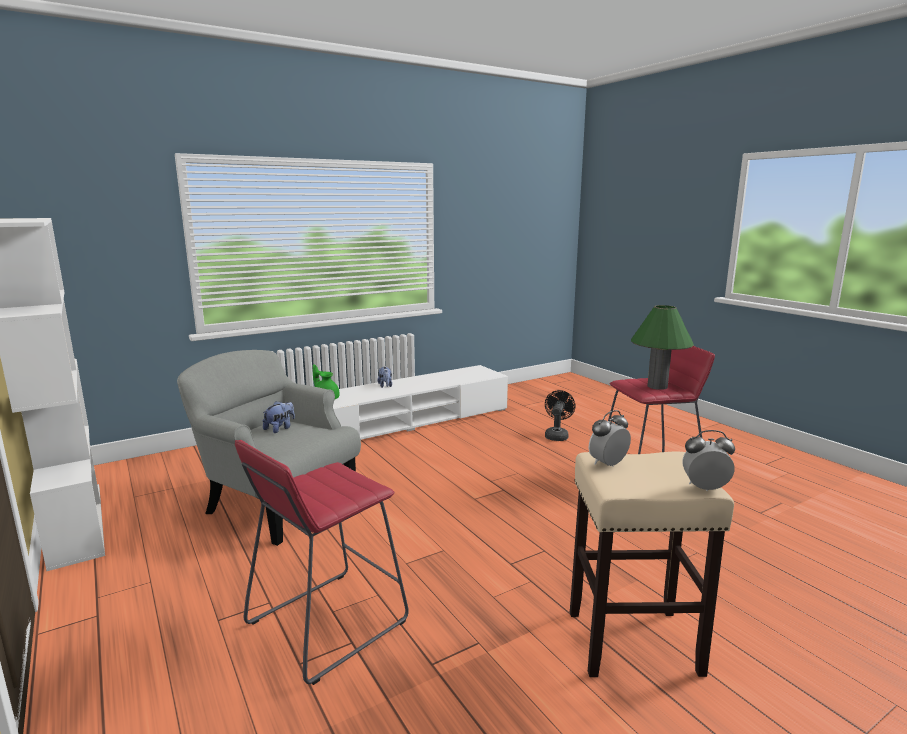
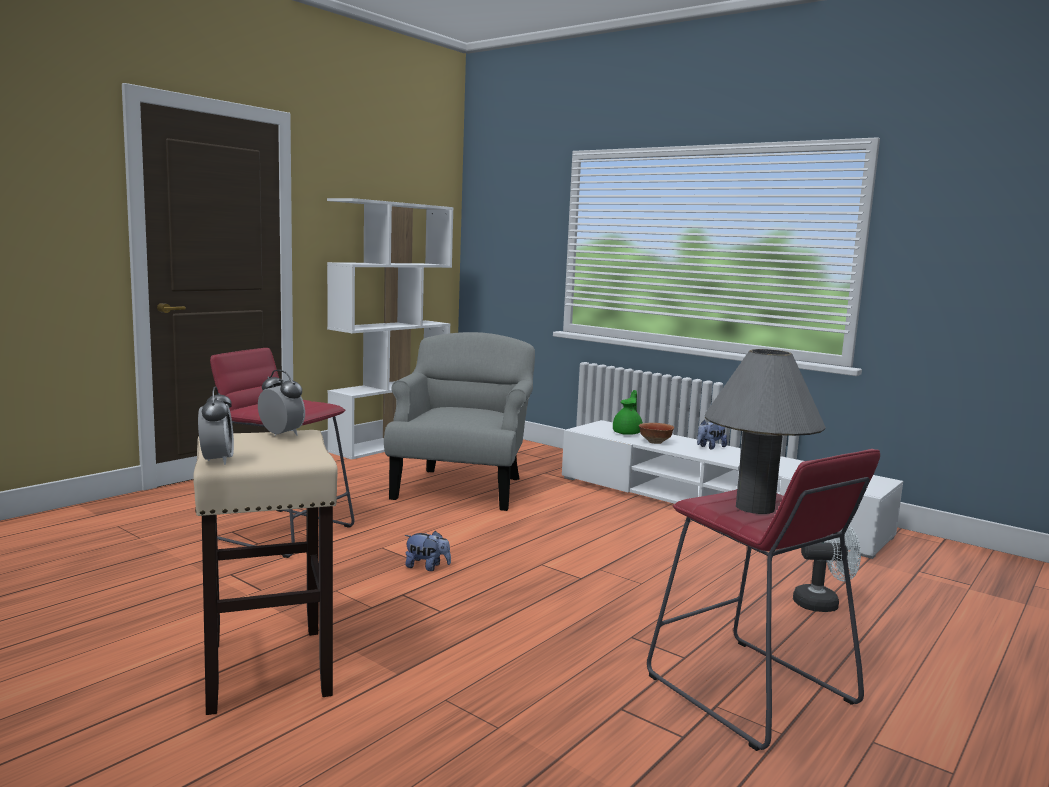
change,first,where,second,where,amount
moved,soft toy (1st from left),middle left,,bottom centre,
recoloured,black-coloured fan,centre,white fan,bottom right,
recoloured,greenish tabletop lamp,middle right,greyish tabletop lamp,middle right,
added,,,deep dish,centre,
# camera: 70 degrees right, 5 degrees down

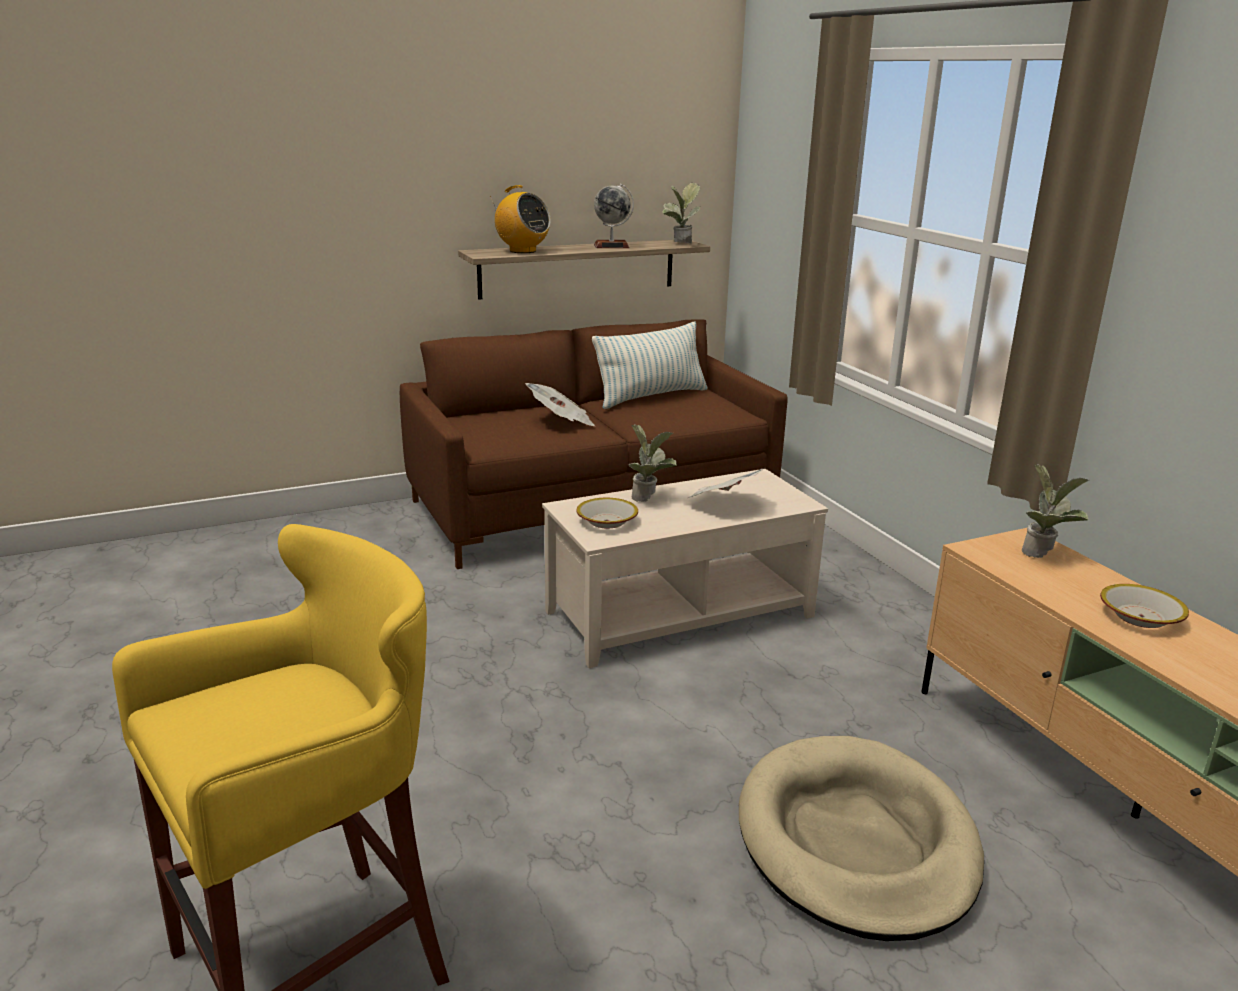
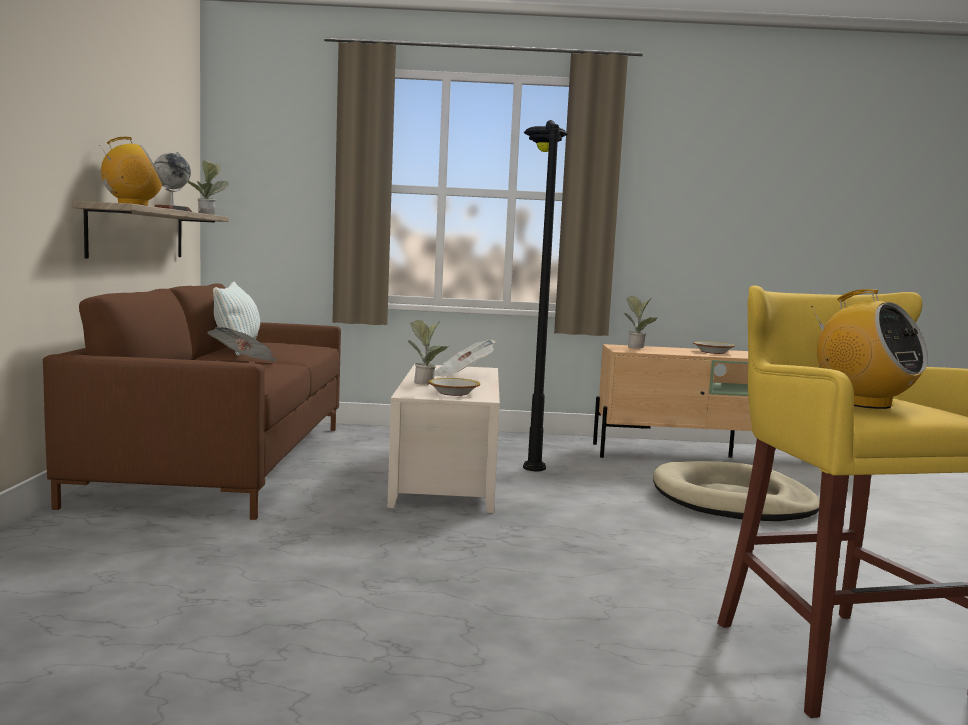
change,first,where,second,where,amount
added,,,black-coloured floor lamp,centre,
added,,,radio set (2nd from left),middle right,
# camera: 65 degrees left, 15 degrees down

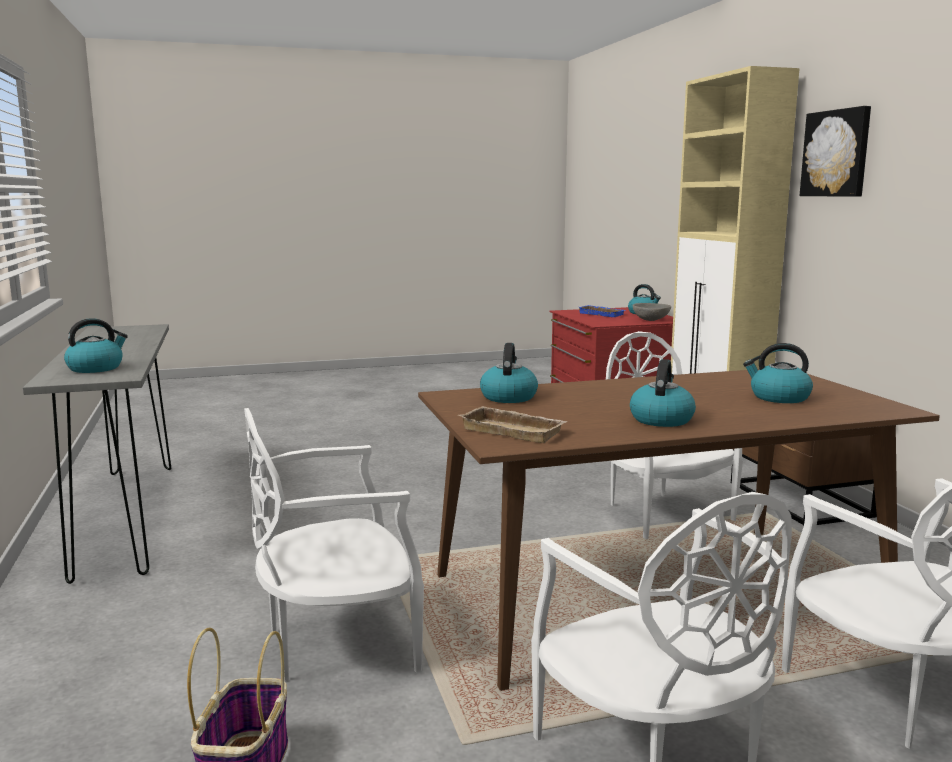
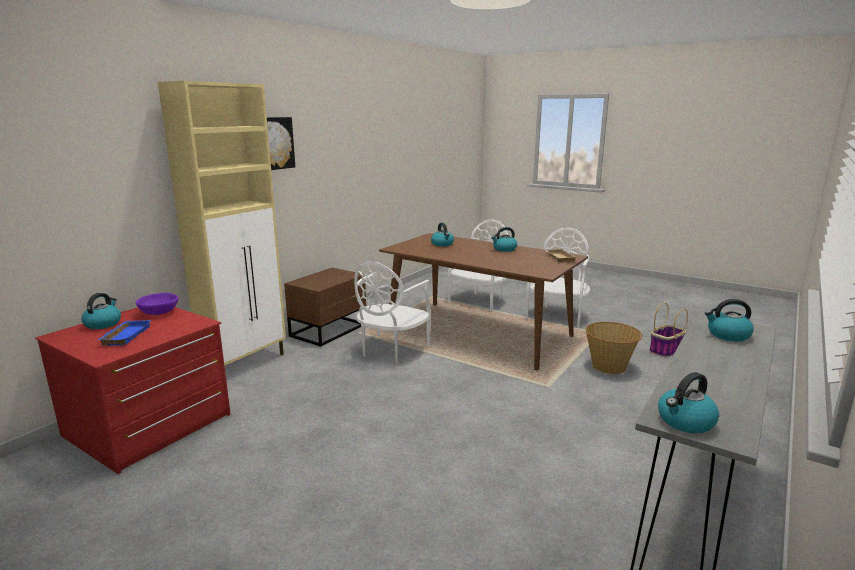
change,first,where,second,where,amount
replaced,white plain chair (1st from left),bottom centre,basket (1st from left),middle right,
moved,tea kettle (2nd from left in the first image),centre,tea kettle (4th from left),bottom right,
recoloured,greyish deep dish,middle right,purple-coloured deep dish,middle left,
# camera: 130 degrees left, 5 degrees up

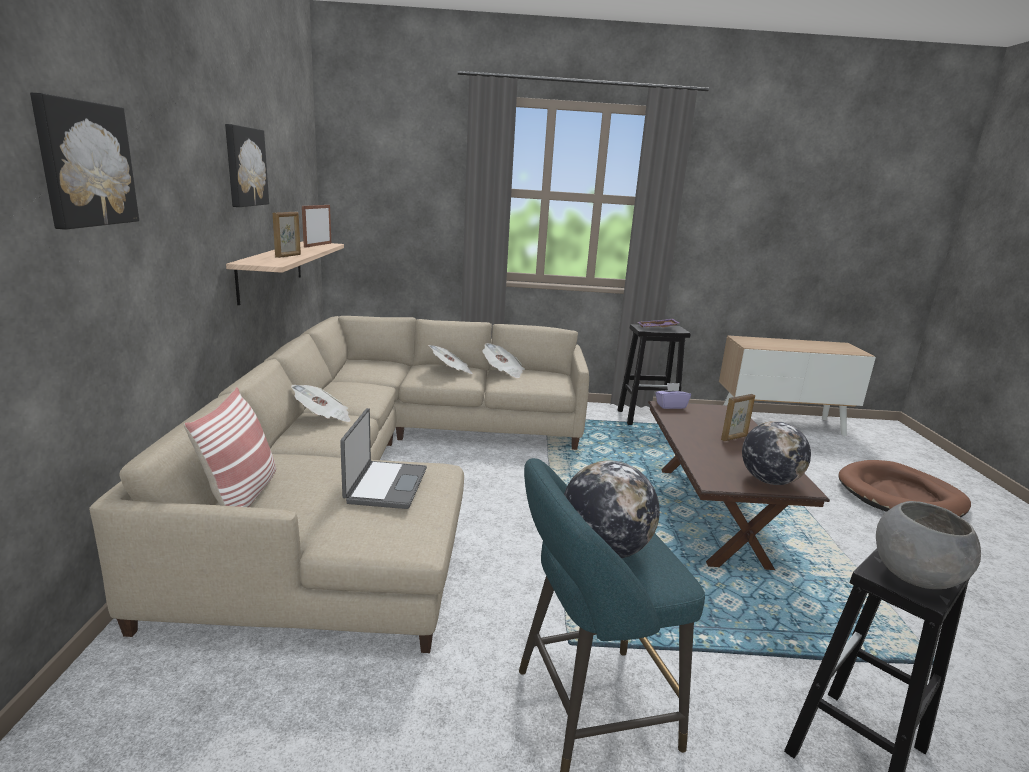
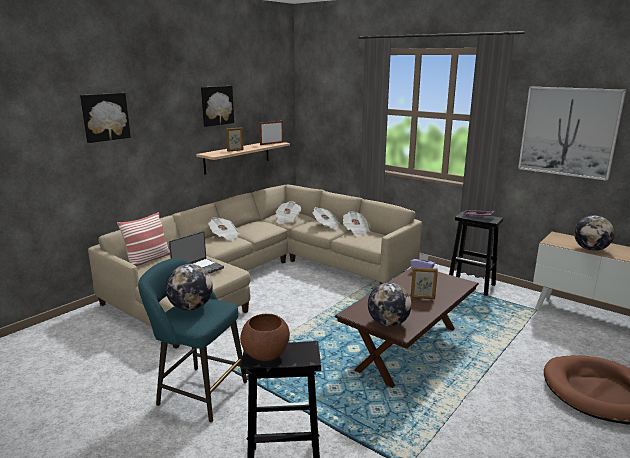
change,first,where,second,where,amount
recoloured,greyish deep dish,bottom right,brownish deep dish,bottom centre,
added,,,printed paper (2nd from left),centre,
added,,,picture (3rd from left),top right,
added,,,globe (3rd from left),middle right,
# camera: 40 degrees right, 0 degrees up

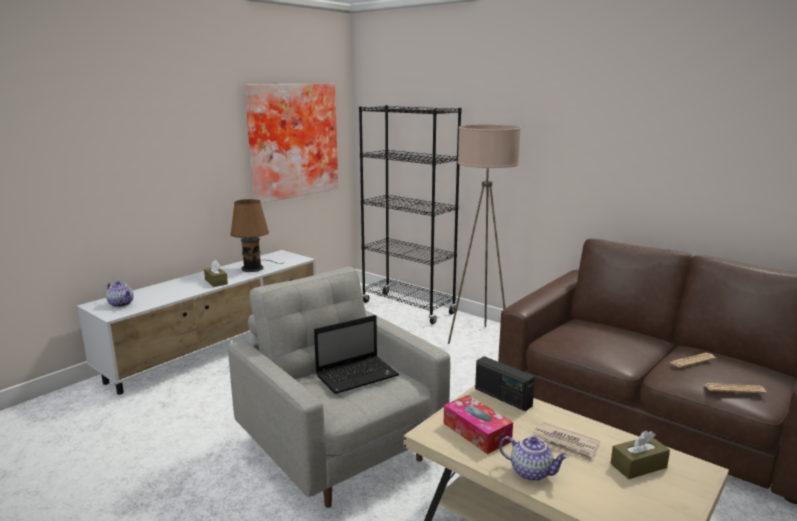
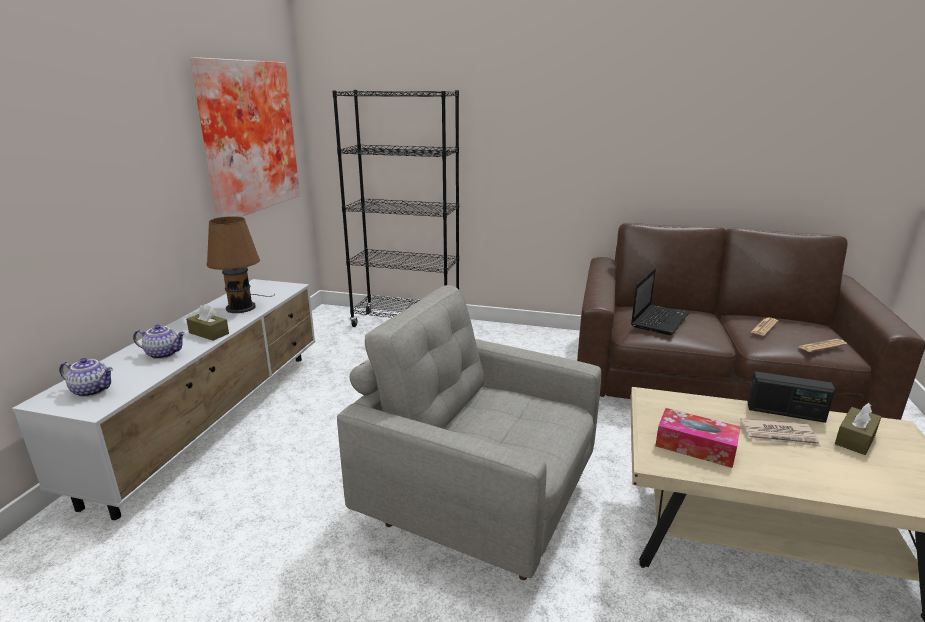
change,first,where,second,where,amount
moved,notebook computer,bottom centre,,middle right,
removed,beige-coloured floor lamp,centre,,,
moved,radio set,bottom centre,,middle right,
moved,pot for tea (2nd from left),bottom right,,middle left,
# camera: 25 degrees left, 5 degrees up

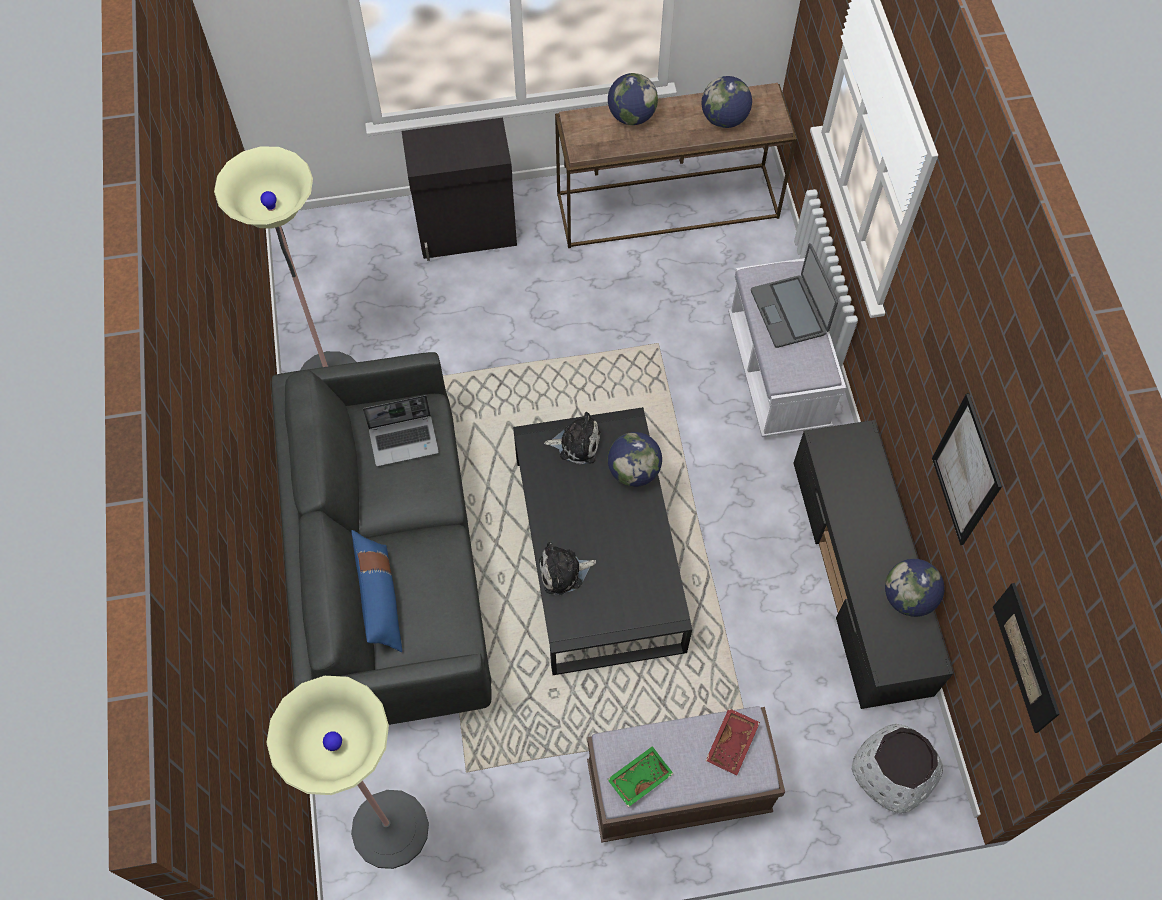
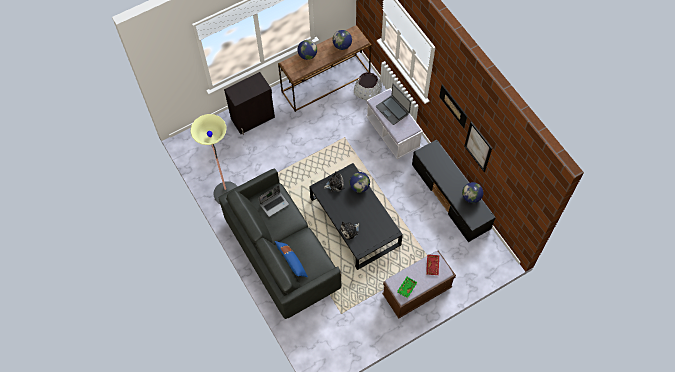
change,first,where,second,where,amount
removed,floor lamp (2nd from left),bottom left,,,
moved,white plant pot,bottom right,,top centre,
moved,picture (2nd from left in the first image),bottom right,picture (1st from left),top right,
# camera: 20 degrees left, 0 degrees up

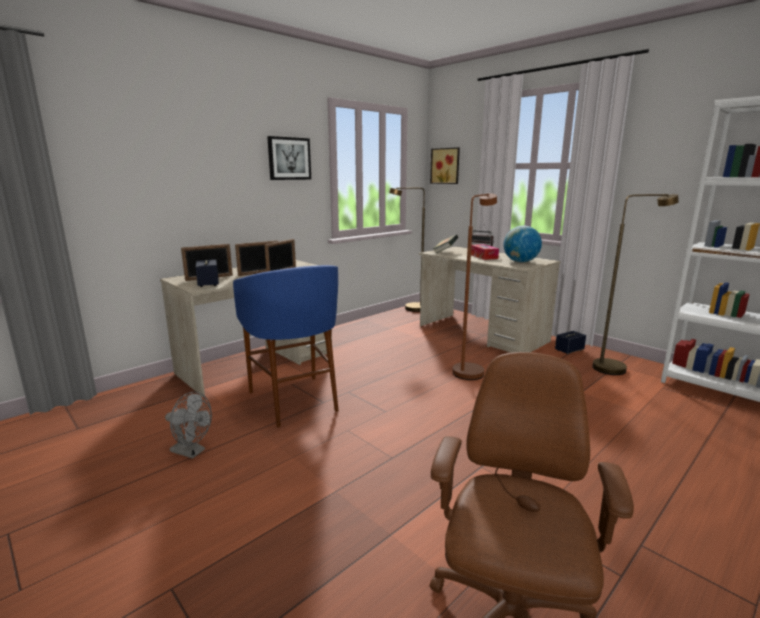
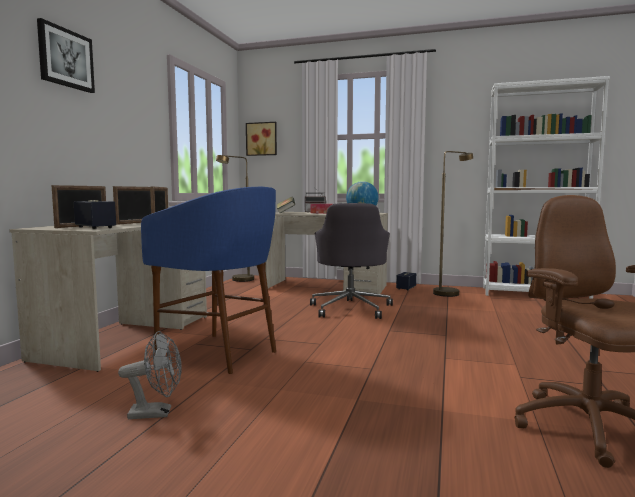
change,first,where,second,where,amount
moved,picture (1st from left),top centre,,top left,
replaced,brownish floor lamp (2nd from left),centre,greyish desk chair,centre,
# camera: 30 degrees left, 10 degrees down

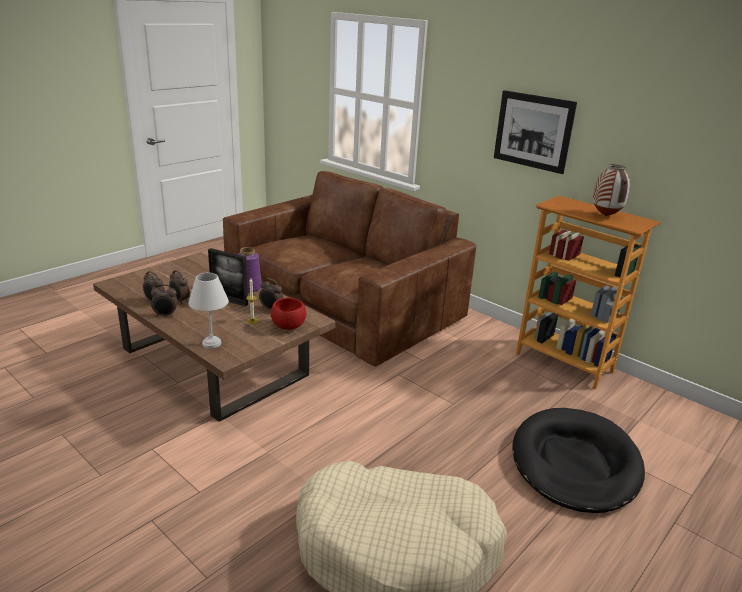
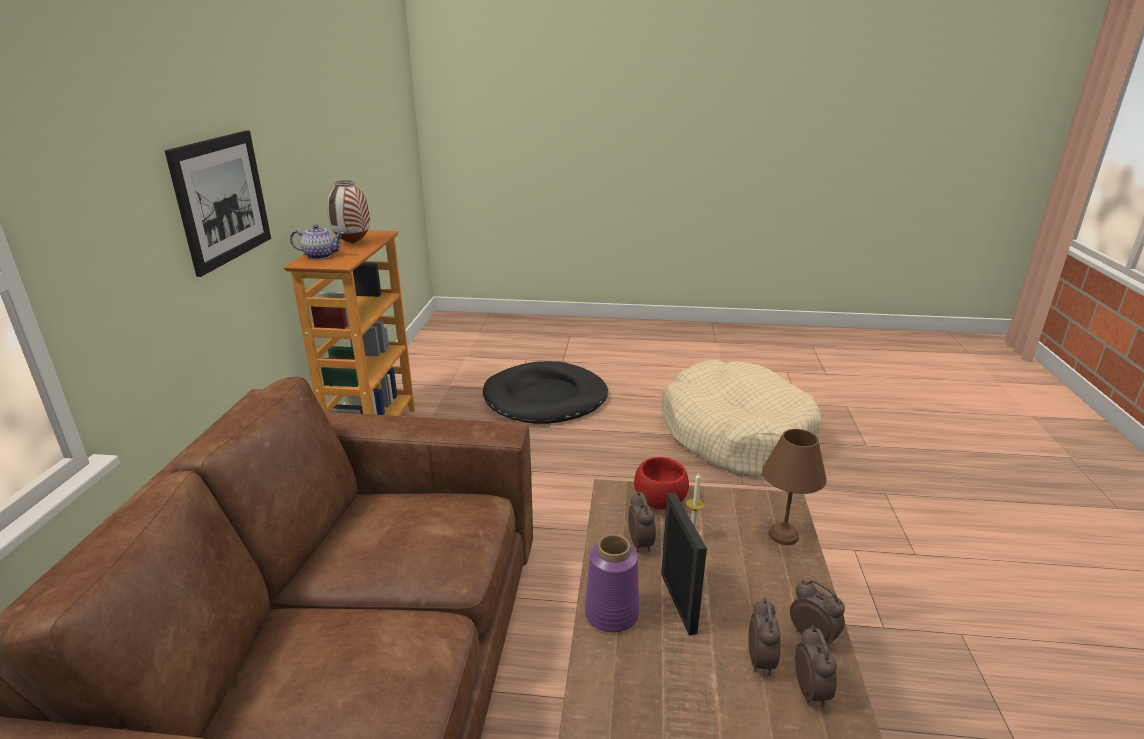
change,first,where,second,where,amount
recoloured,white tabletop lamp,middle left,brownish tabletop lamp,middle right,
added,,,pot for tea,top left,
# camera: 125 degrees left, 0 degrees up

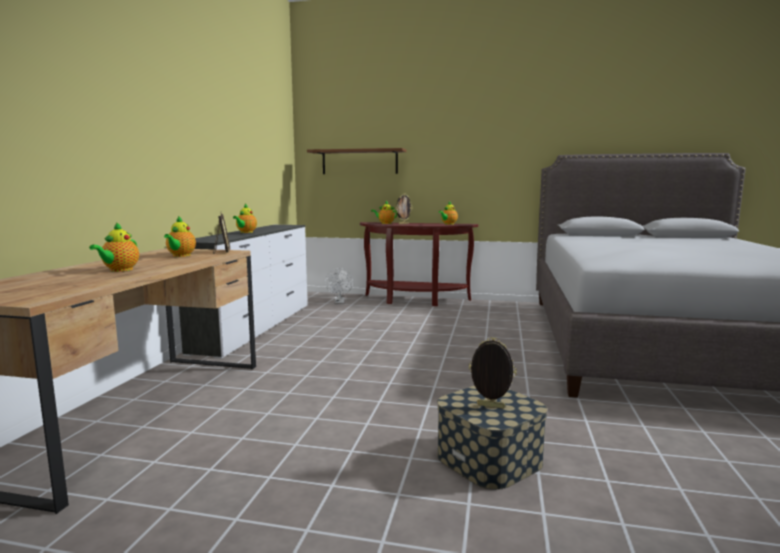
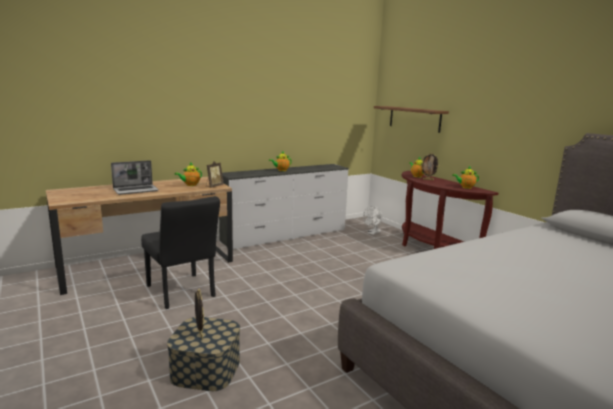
change,first,where,second,where,amount
replaced,pot for tea (1st from left),middle left,notebook computer,middle left,
added,,,black-coloured plain chair,middle left,
# camera: 45 degrees right, 5 degrees up

